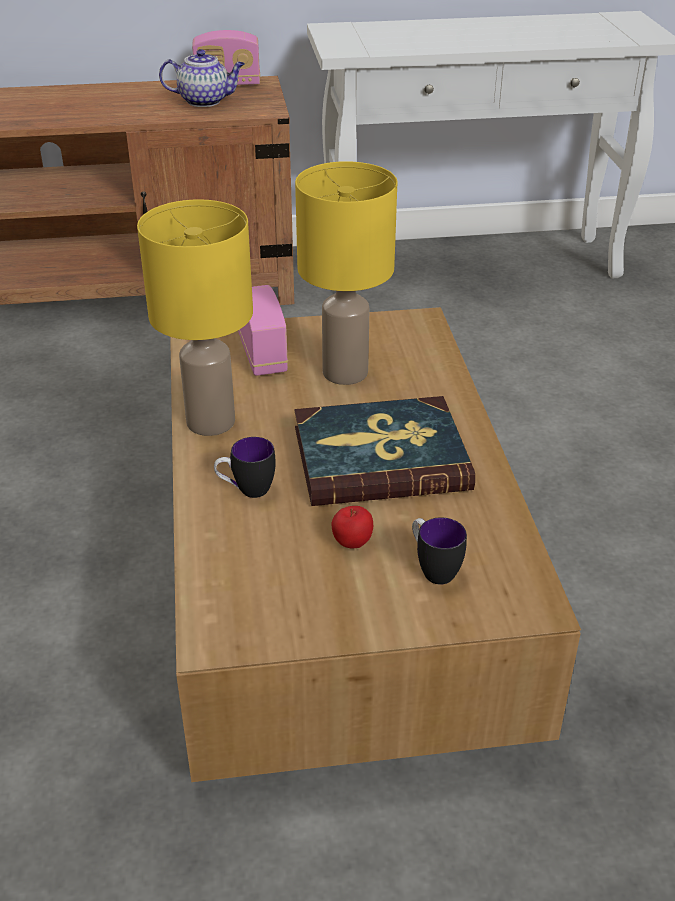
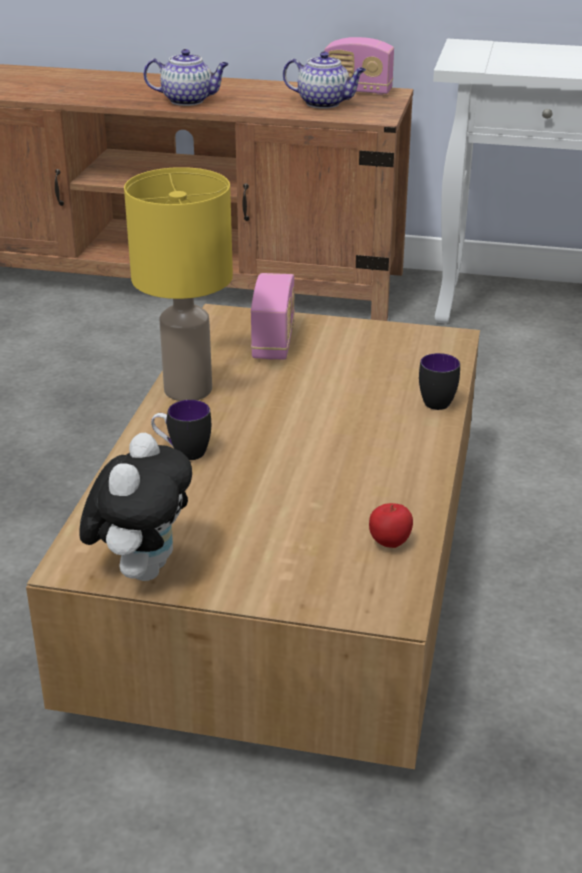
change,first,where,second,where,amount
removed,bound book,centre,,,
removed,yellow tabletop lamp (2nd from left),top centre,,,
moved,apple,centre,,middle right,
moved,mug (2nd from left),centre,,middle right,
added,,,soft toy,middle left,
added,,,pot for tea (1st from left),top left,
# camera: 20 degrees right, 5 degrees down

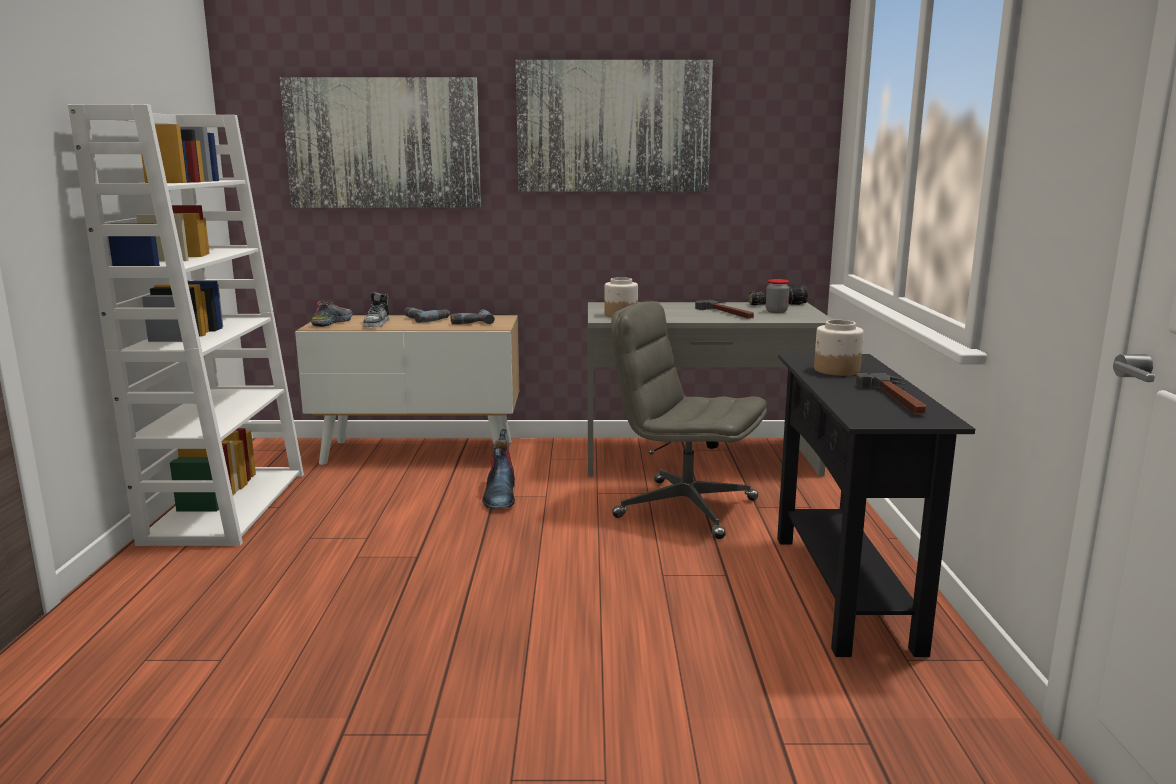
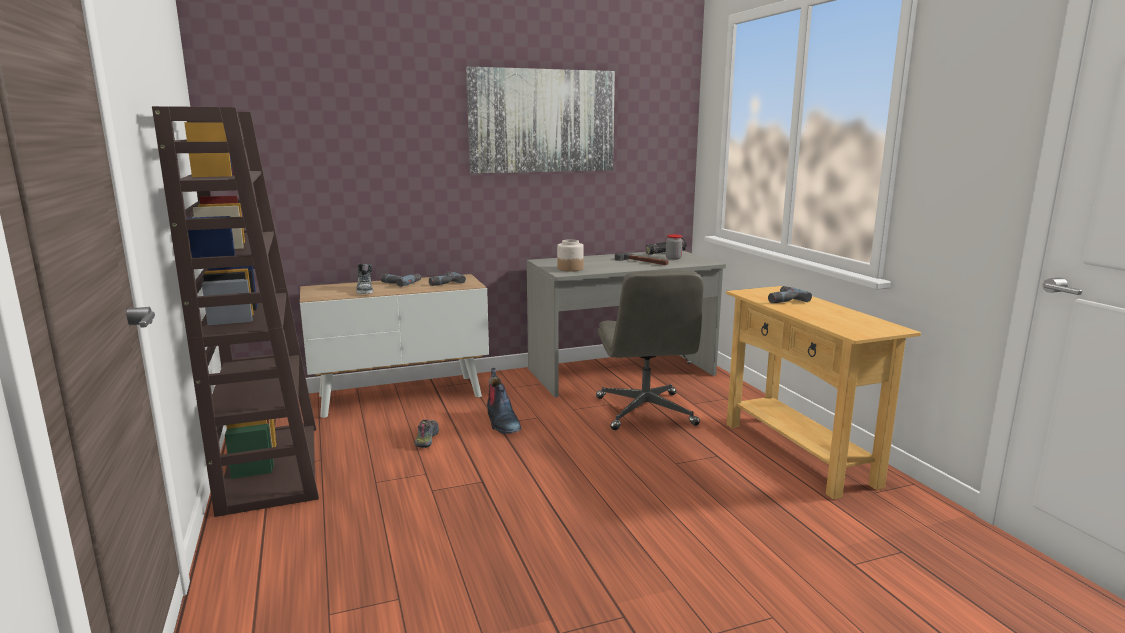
change,first,where,second,where,amount
recoloured,white shelving unit,middle left,brownish shelving unit,middle left,
removed,picture (1st from left),top left,,,
moved,item of footwear (1st from left in the first image),middle left,item of footwear (2nd from left),bottom centre,
turned,greyish desk chair,centre,,centre,105 degrees counterclockwise
recoloured,black-coloured hall table,middle right,beige-coloured hall table,middle right,
replaced,storage jar (3rd from left),middle right,power drill (3rd from left),middle right,
removed,hand hammer (2nd from left),middle right,,,
# camera: 20 degrees left, 0 degrees up

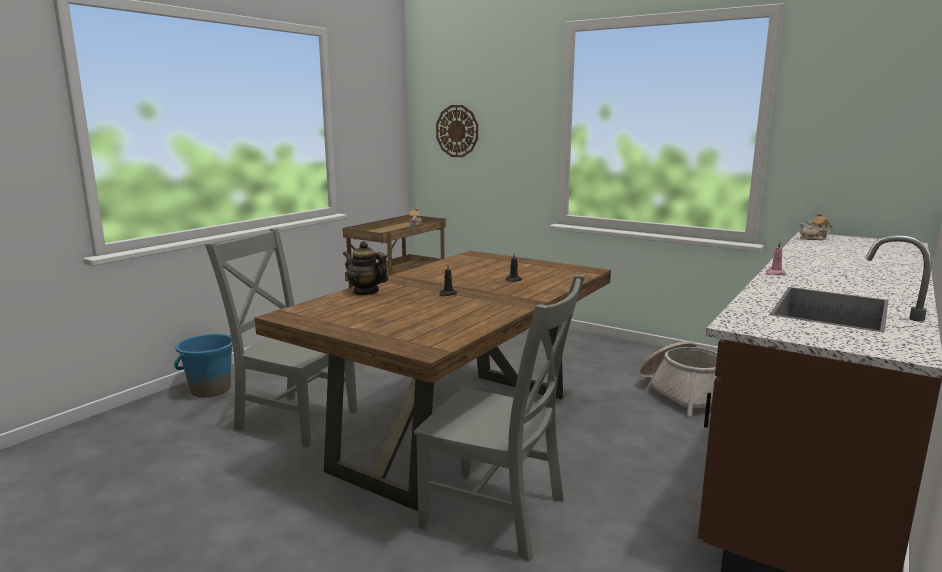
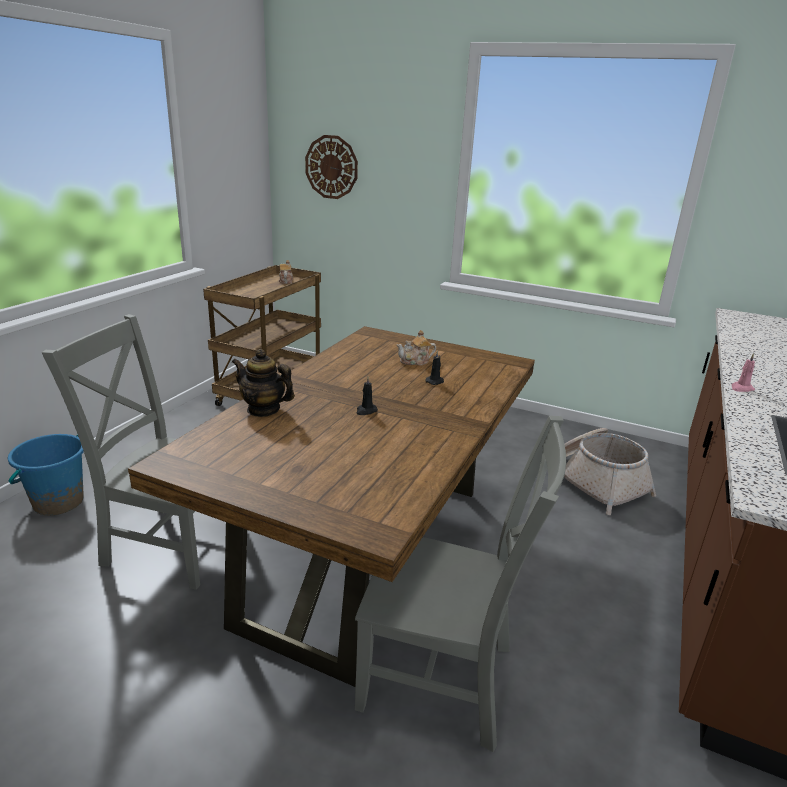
change,first,where,second,where,amount
moved,pot for tea (3rd from left),middle right,,centre,
# camera: 10 degrees left, 10 degrees up

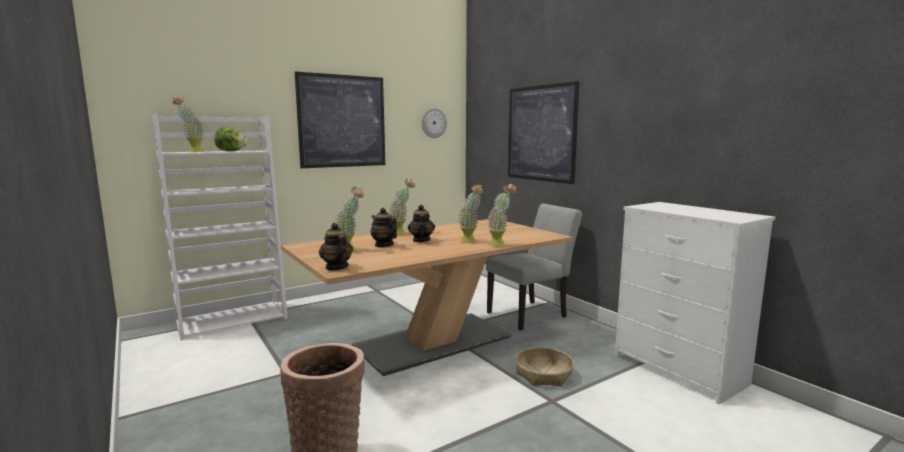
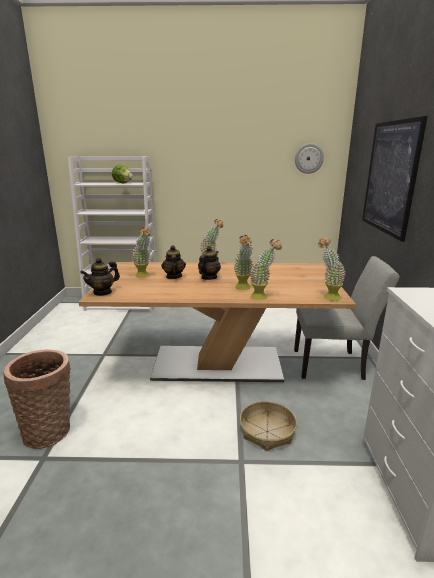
change,first,where,second,where,amount
moved,plant in a pot (1st from left in the first image),top left,plant in a pot (5th from left),middle right,
removed,picture (1st from left),top centre,,,
turned,pot for tea (1st from left),centre,,middle left,135 degrees counterclockwise
# camera: 35 degrees right, 10 degrees up

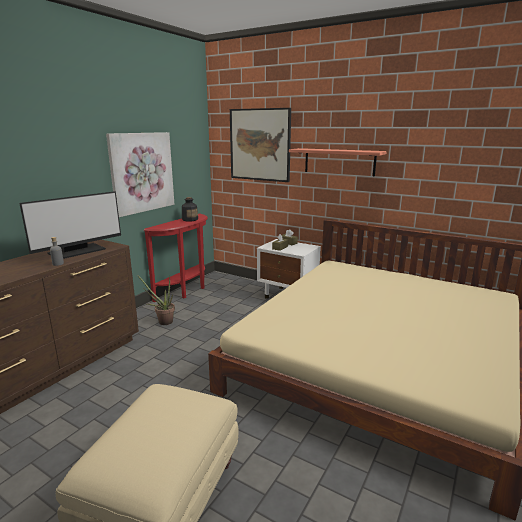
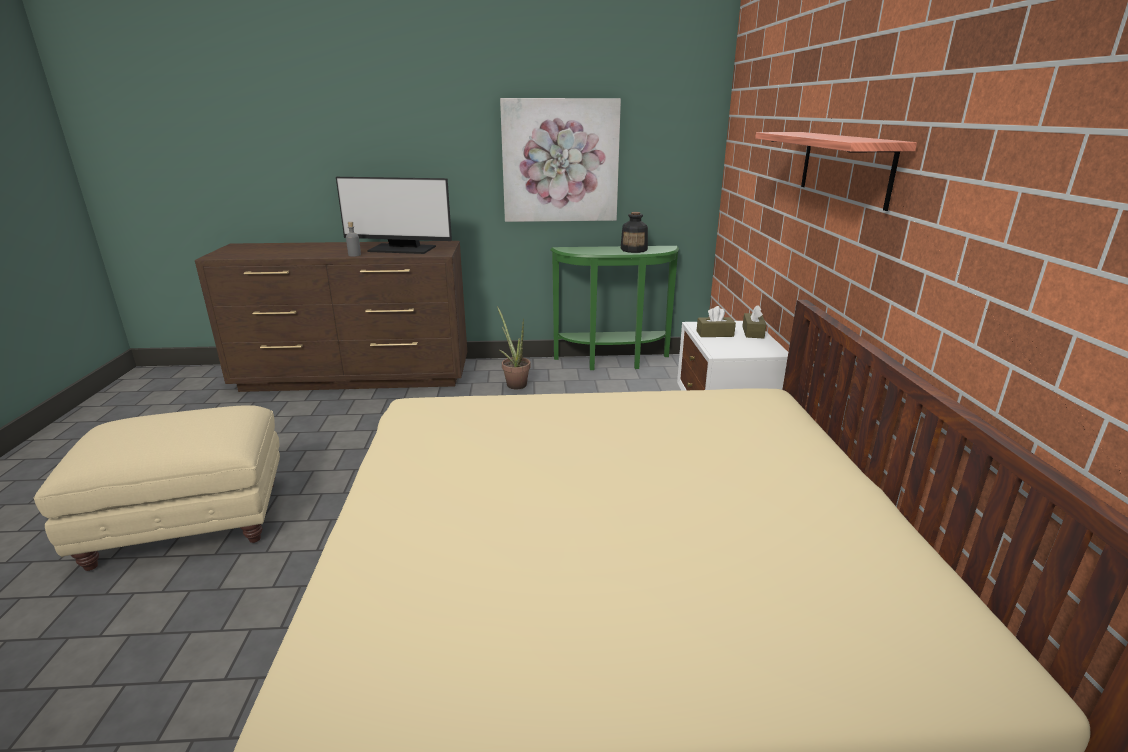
change,first,where,second,where,amount
recoloured,red hall table,centre,greenish hall table,centre,
removed,picture (2nd from left),top centre,,,
# camera: 55 degrees right, 5 degrees up

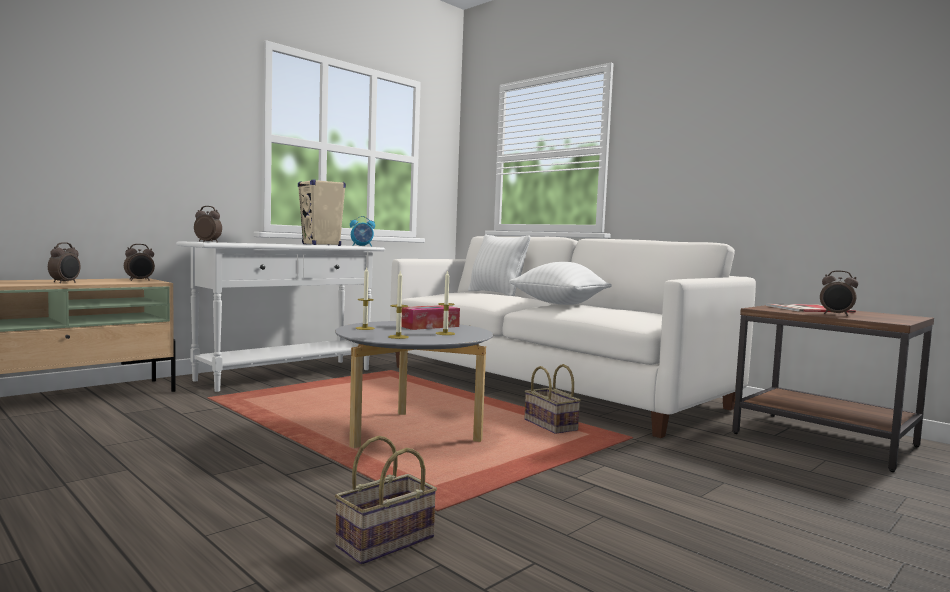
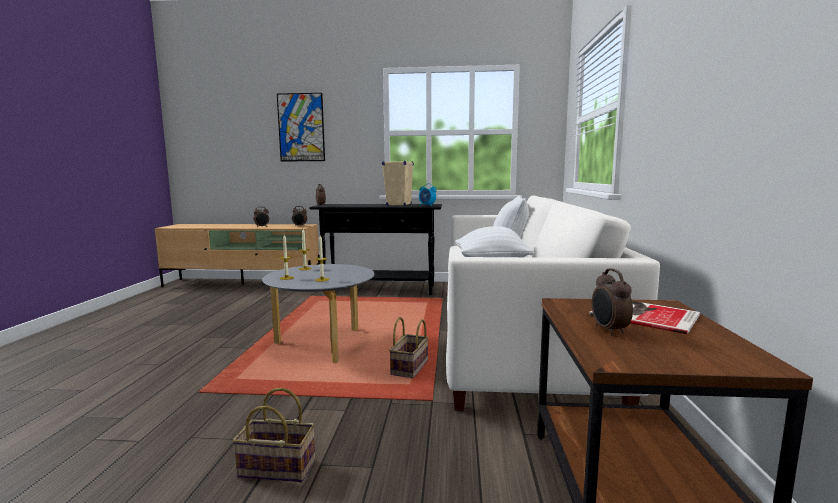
change,first,where,second,where,amount
recoloured,white hall table,middle left,black-coloured hall table,centre,
moved,basket (1st from left),bottom centre,,bottom left,
removed,box of tissues,centre,,,
added,,,picture,top centre,
# camera: 50 degrees right, 5 degrees up

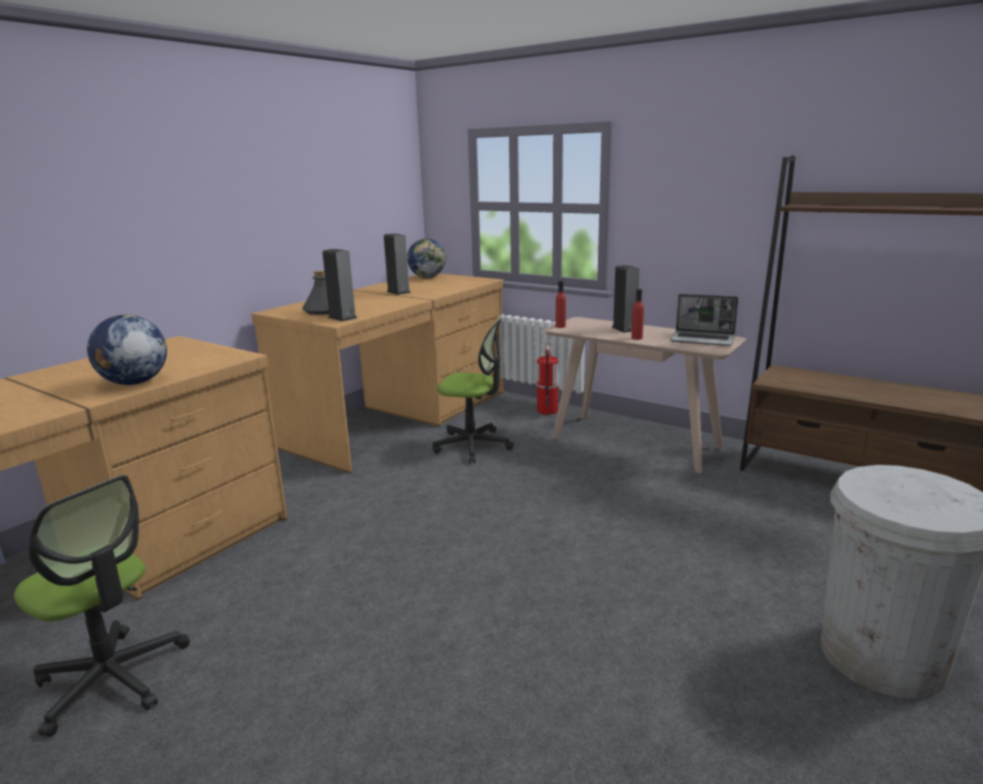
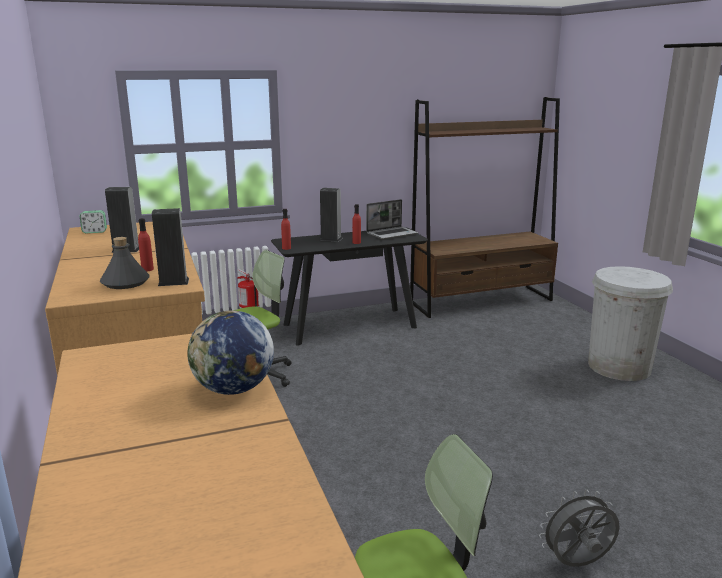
change,first,where,second,where,amount
replaced,globe (2nd from left),top centre,bedside clock,middle left,
recoloured,beige-coloured hall table,centre,black-coloured hall table,centre,
added,,,red bottle (1st from left),middle left,
added,,,greyish fan,bottom right,
# camera: 55 degrees left, 0 degrees up

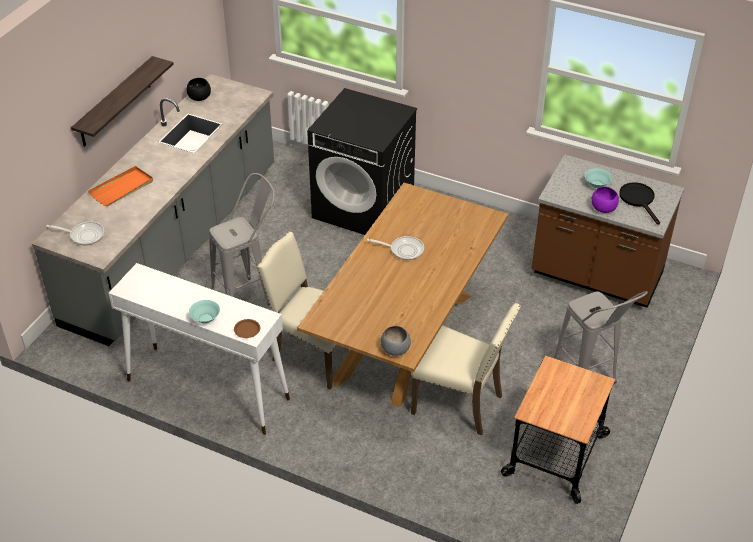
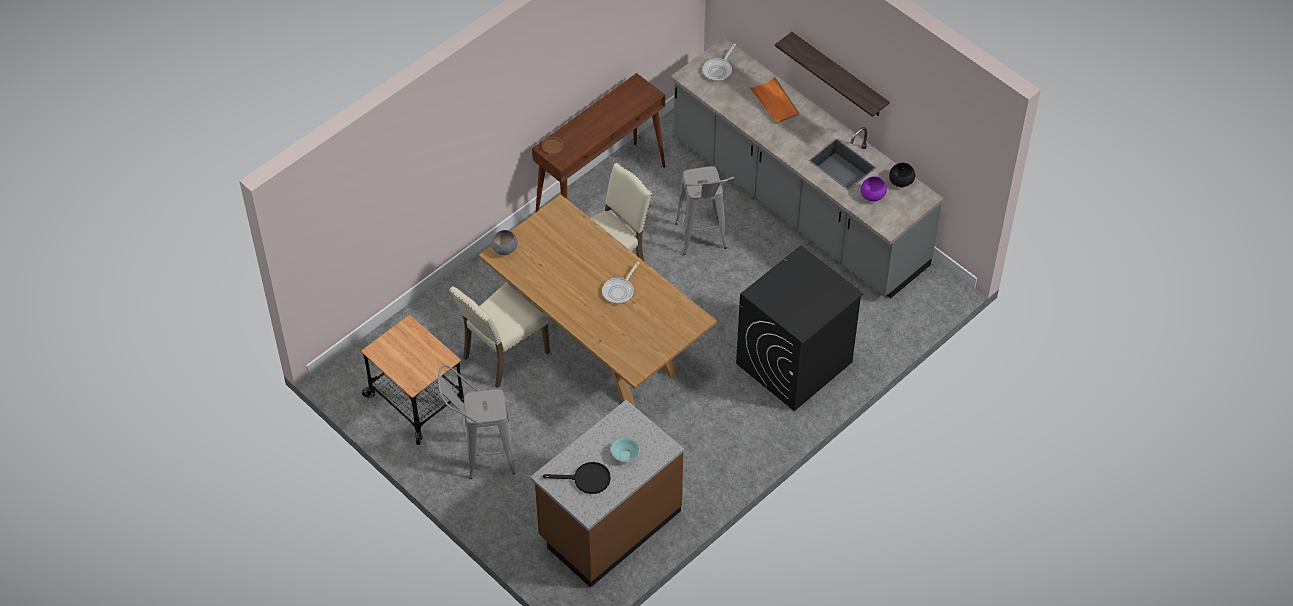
change,first,where,second,where,amount
recoloured,white hall table,middle left,brownish hall table,top centre,
removed,turquoise-coloured deep dish (1st from left),middle left,,,
moved,purple-coloured deep dish,middle right,,top right,
# camera: 110 degrees right, 10 degrees up

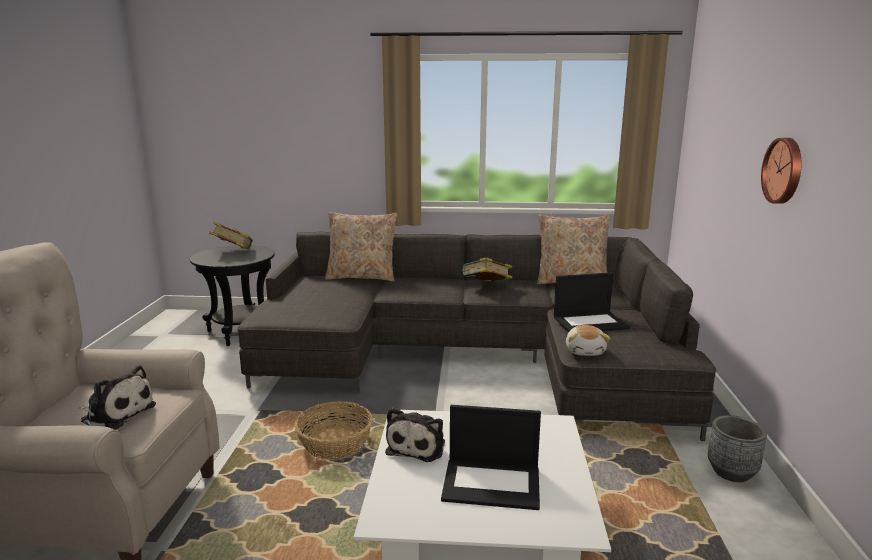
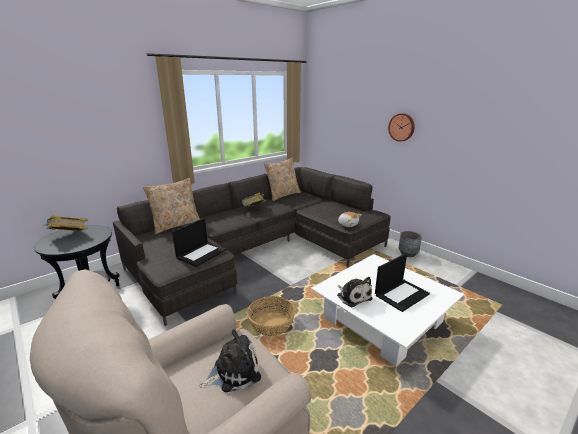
change,first,where,second,where,amount
moved,notebook computer (2nd from left in the first image),middle right,notebook computer (1st from left),centre,
# camera: 45 degrees left, 5 degrees up

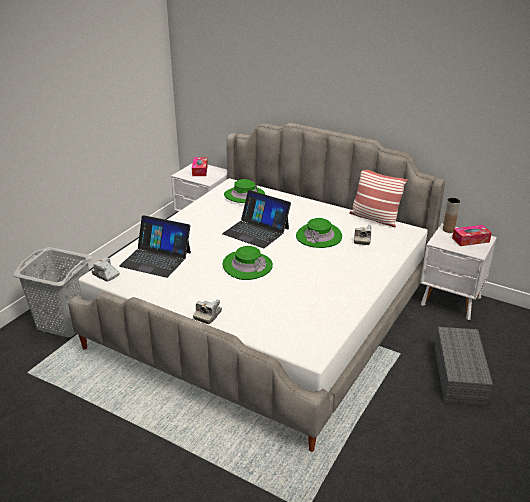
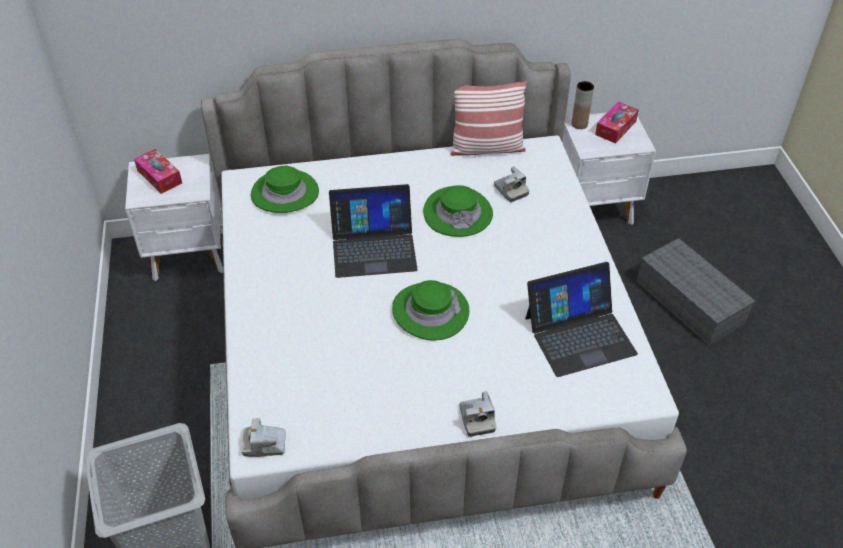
change,first,where,second,where,amount
moved,notebook computer (1st from left in the first image),middle left,notebook computer (2nd from left),middle right,
# camera: 40 degrees left, 15 degrees up

